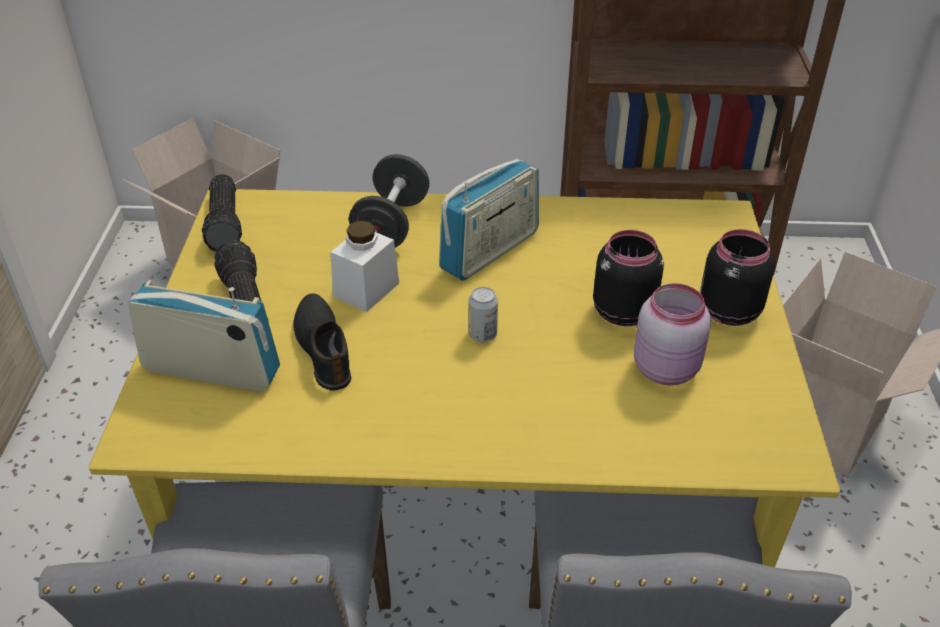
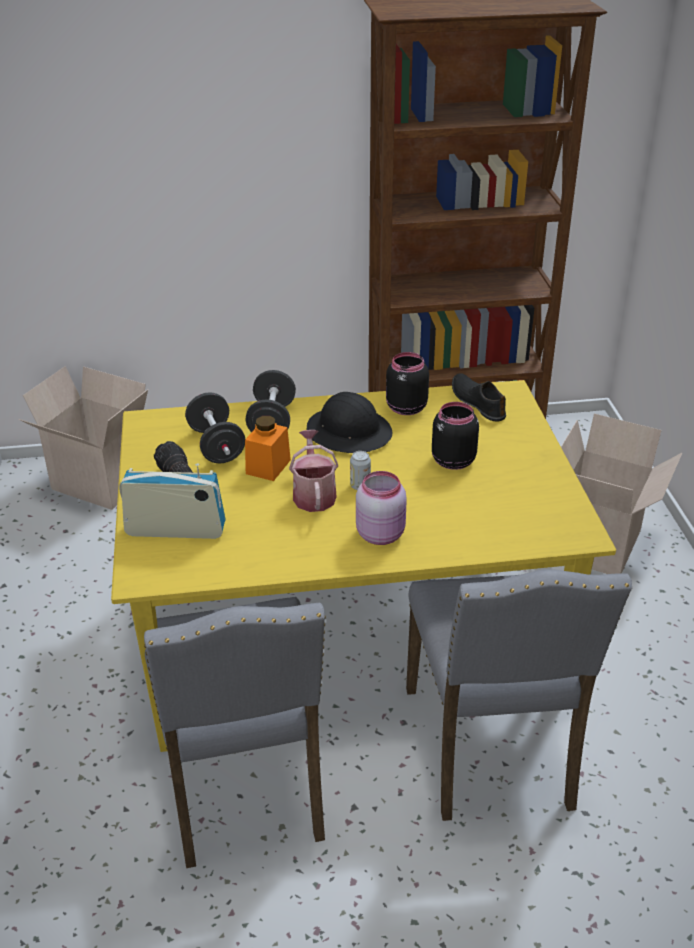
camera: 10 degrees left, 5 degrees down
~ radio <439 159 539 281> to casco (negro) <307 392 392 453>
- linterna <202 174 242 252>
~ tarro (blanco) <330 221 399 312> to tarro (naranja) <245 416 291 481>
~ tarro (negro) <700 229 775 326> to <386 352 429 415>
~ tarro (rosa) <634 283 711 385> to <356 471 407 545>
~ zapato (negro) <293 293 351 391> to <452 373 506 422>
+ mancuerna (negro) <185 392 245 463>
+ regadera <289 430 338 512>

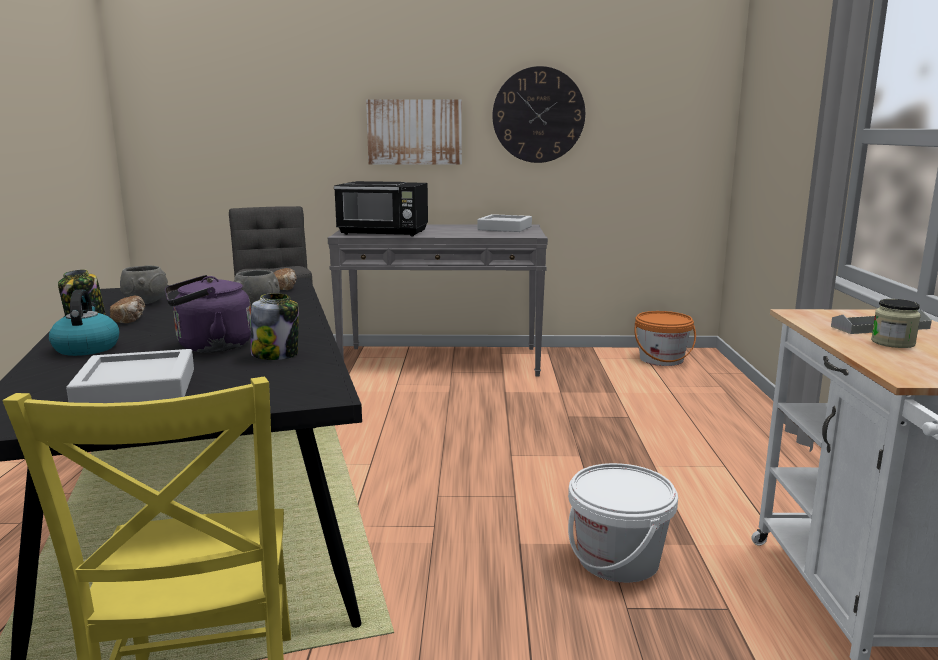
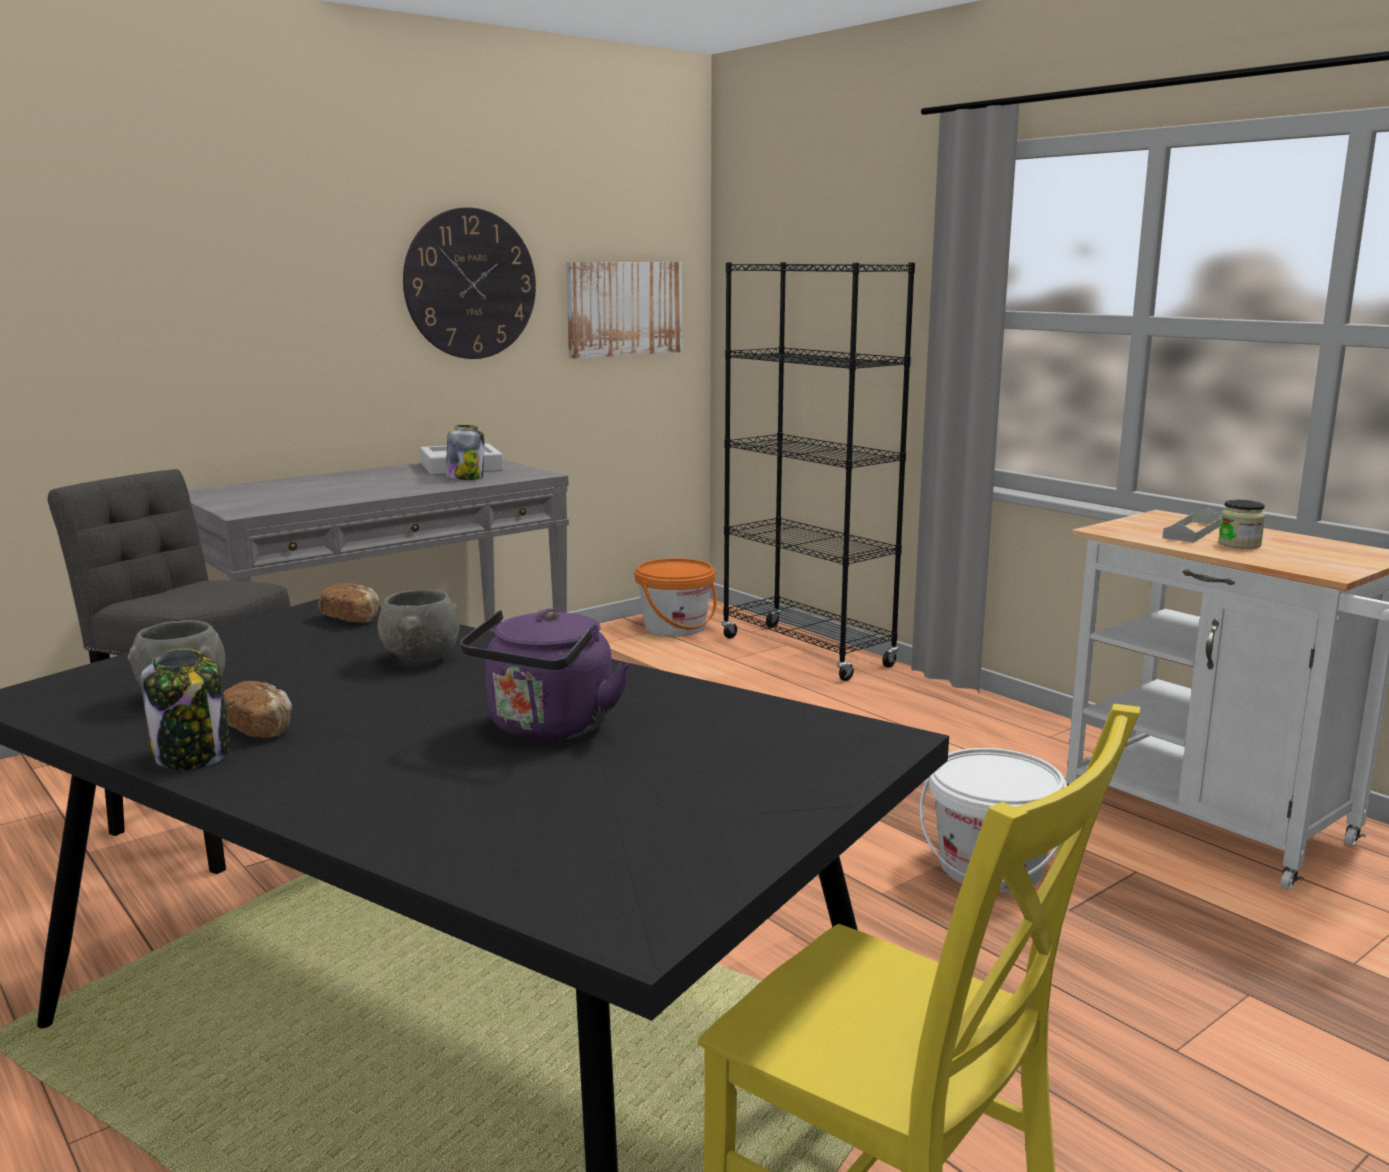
camera: 40 degrees left, 0 degrees up
~ cuadro <366 99 462 165> to <566 262 682 359>
- microondas (negro) <334 181 428 236>
- hervidor <49 289 119 356>
~ tarro <251 293 299 360> to <446 425 484 480>
- bandeja (gris) <66 349 194 403>
+ estantería (negro) <722 262 915 681>

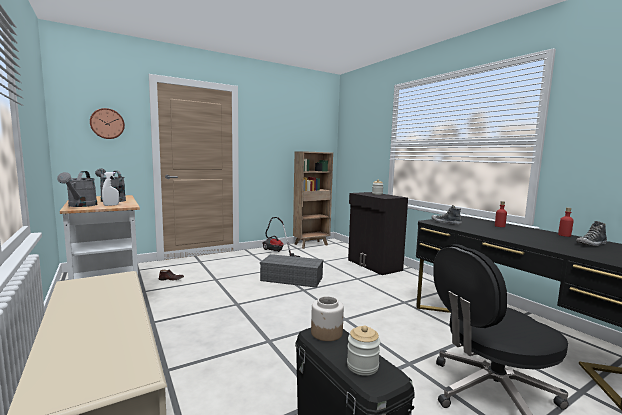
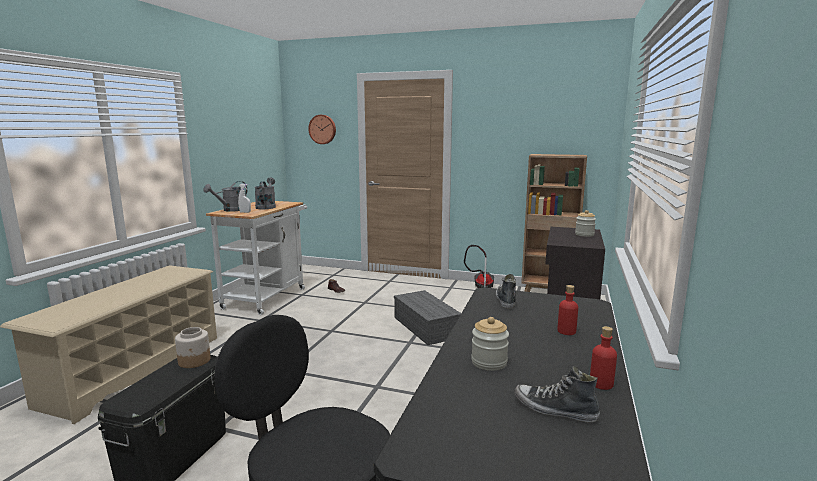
camera: 50 degrees right, 5 degrees up
~ tarro <347 325 380 376> to <471 317 509 371>

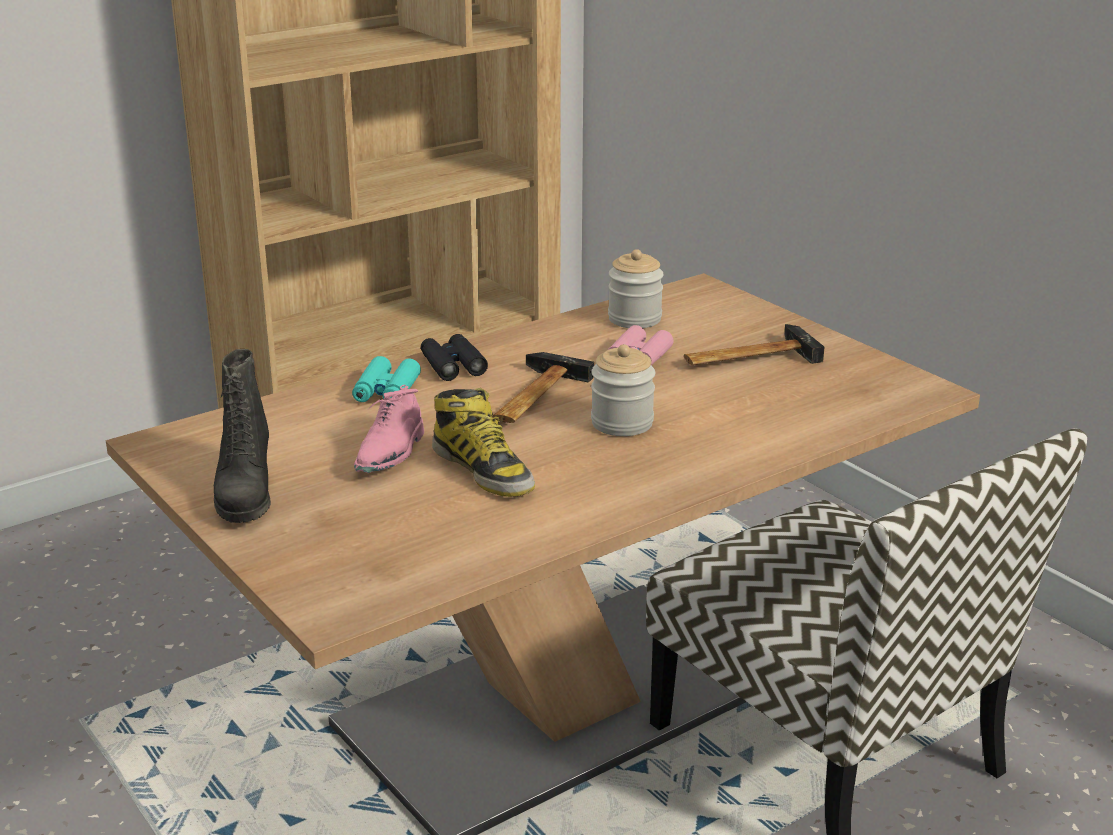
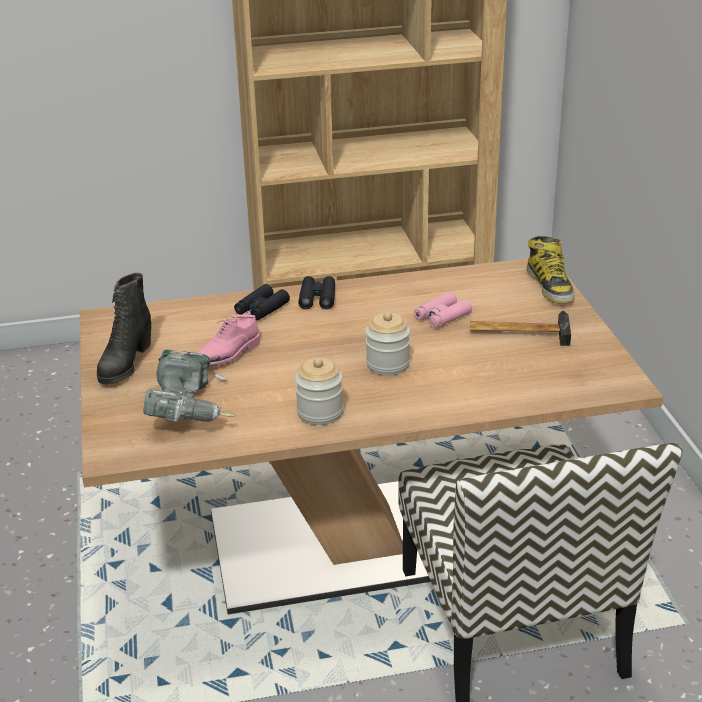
camera: 25 degrees right, 5 degrees up
~ tarro <608 249 663 328> to <295 358 343 425>
- martillo <492 352 594 423>
~ prismáticos (turquesa) <352 356 421 402> to prismáticos (negro) <234 284 290 320>
~ bota <432 388 535 497> to <526 236 575 304>
+ taladro <143 350 236 422>

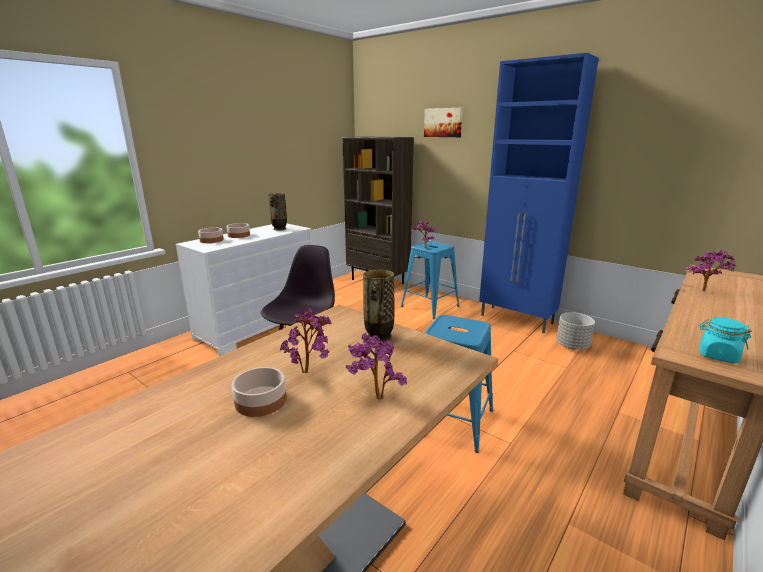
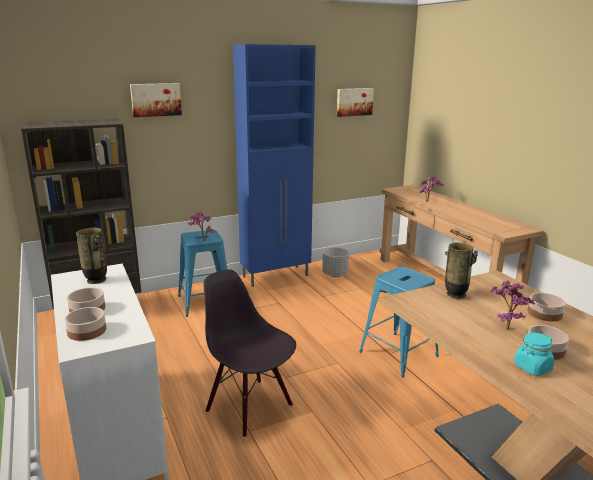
camera: 65 degrees left, 0 degrees up
~ tarro (turquesa) <700 317 752 363> to <514 333 554 376>
~ planta en maceta <346 333 407 400> to cuenco <528 293 565 321>
+ cuadro <337 88 374 117>

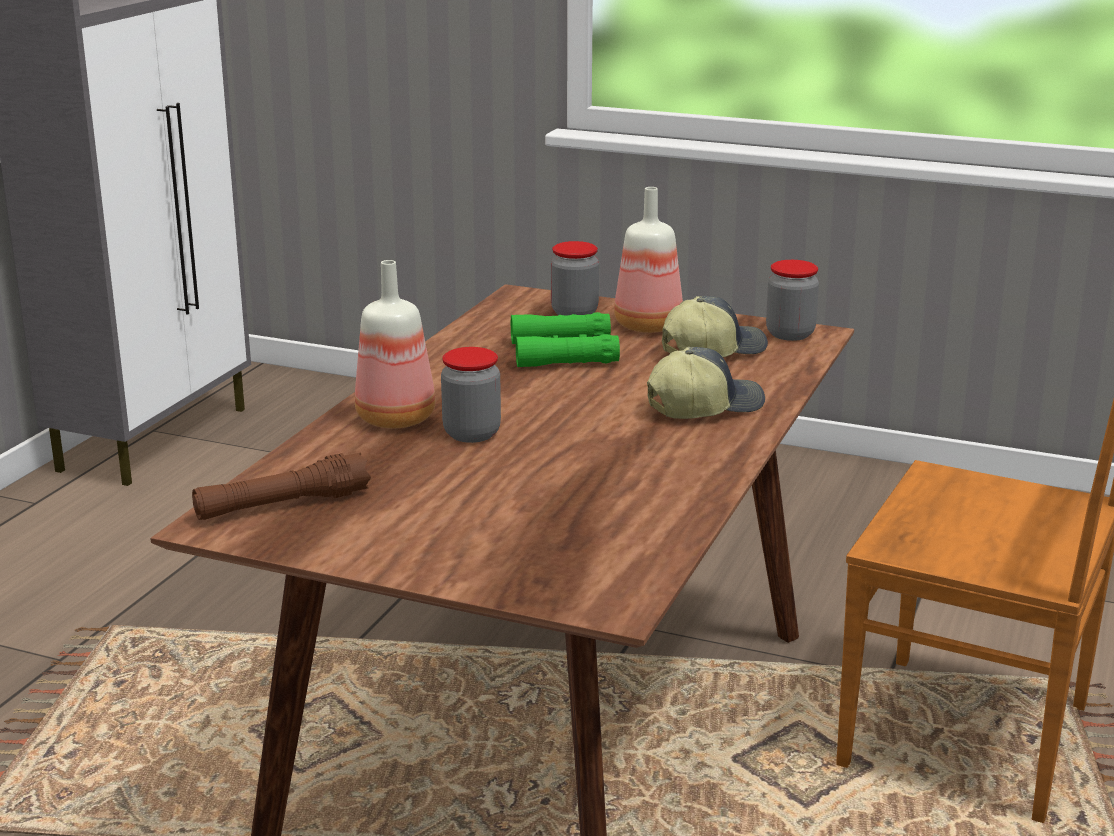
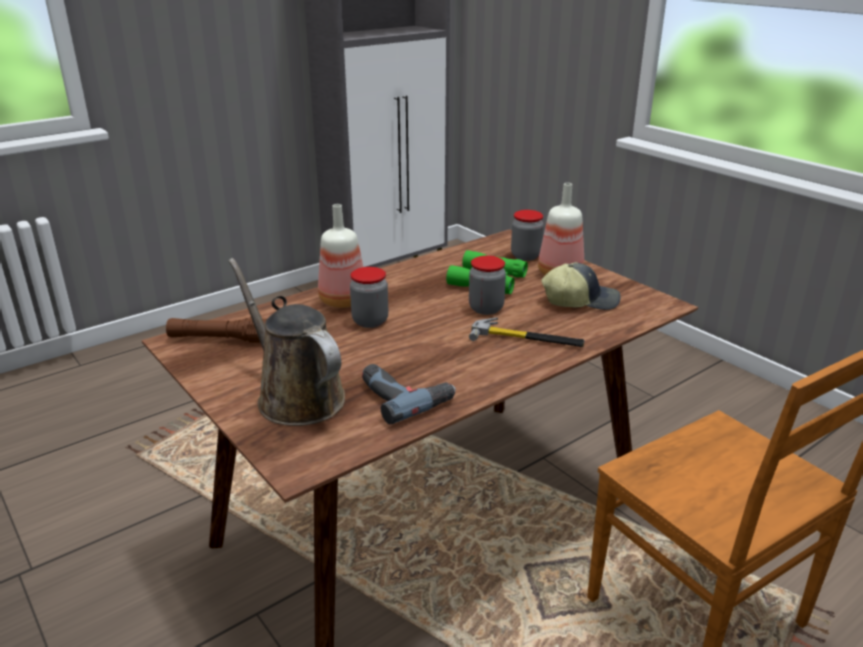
camera: 30 degrees right, 5 degrees up
~ tarro <766 260 819 341> to <469 256 506 315>
~ gorra <647 347 765 419> to martillo <469 318 585 347>
+ regadera (marrón) <229 258 345 426>
+ taladro <362 364 456 425>

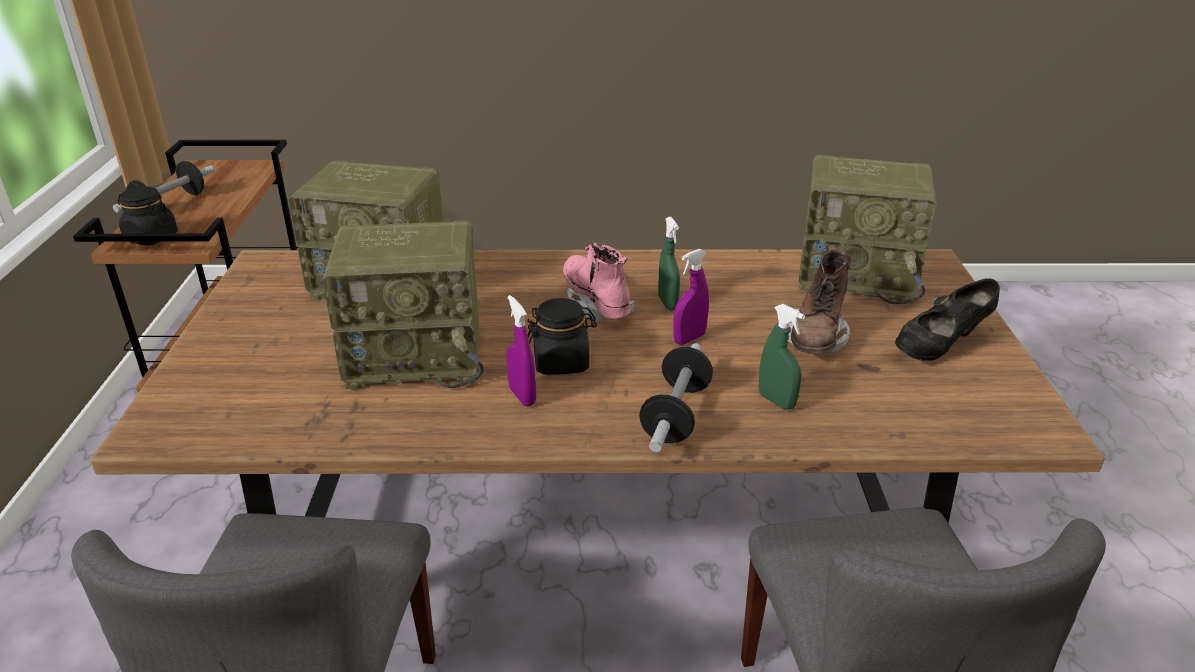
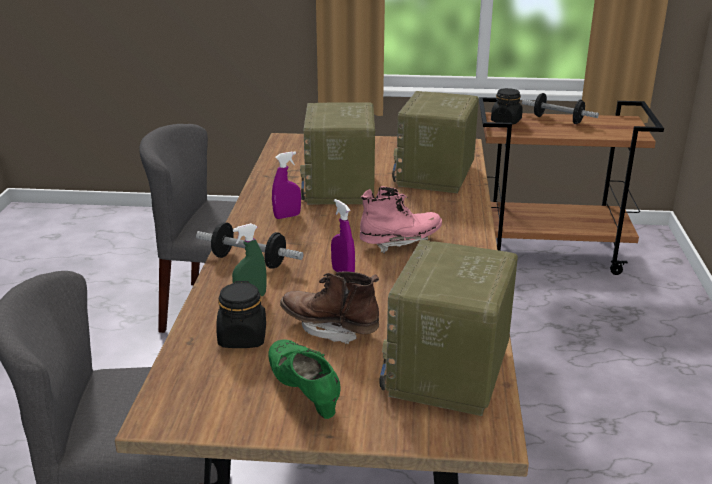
camera: 95 degrees right, 5 degrees down
- pulverizador (verde) <658 217 680 311>
~ zapato (negro) <895 278 1000 361> to zapato (verde) <268 340 341 419>
~ tarro (negro) <527 298 597 375> to <216 281 266 348>

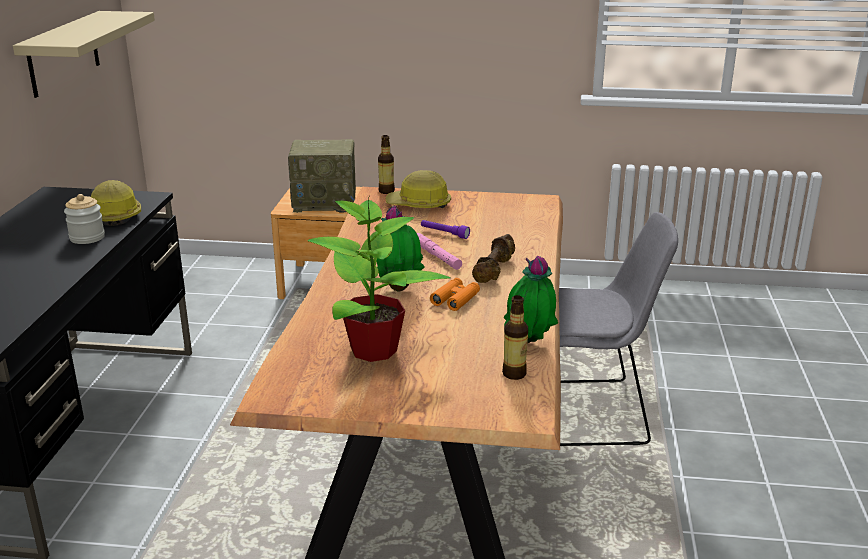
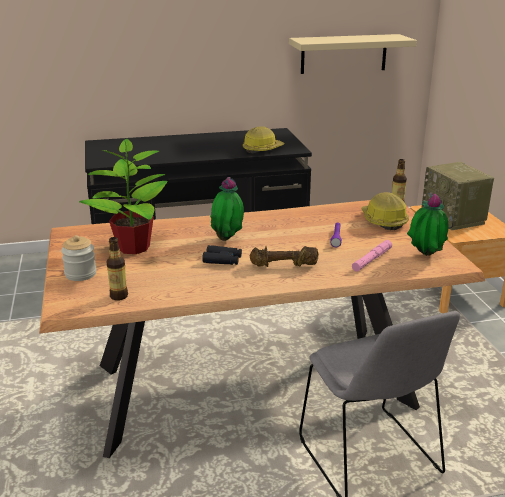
camera: 70 degrees right, 0 degrees up
~ tarro <64 194 105 244> to <61 235 97 281>
~ linterna (rosa) <417 233 462 270> to <352 240 392 272>
~ planta en maceta <503 256 558 343> to <407 193 448 256>
~ prismáticos (naranja) <430 278 480 311> to prismáticos (negro) <202 245 242 265>

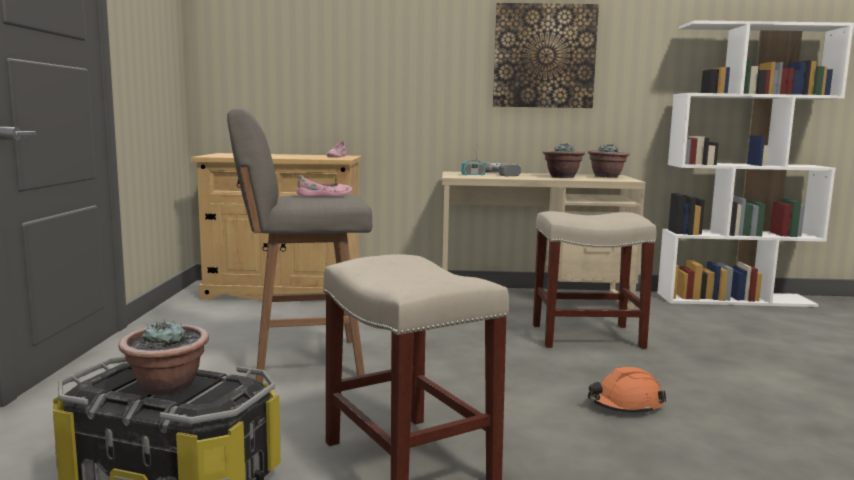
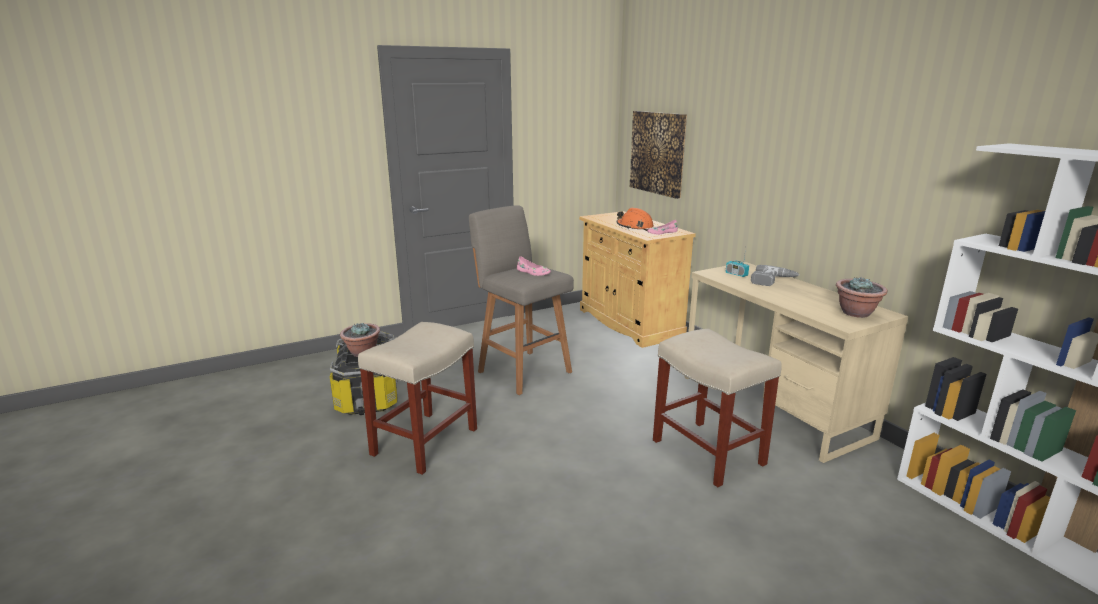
camera: 60 degrees right, 10 degrees up
~ cuadro <493 3 599 108> to <630 111 687 199>
- planta en maceta <543 143 585 178>
~ casco (naranja) <588 367 666 414> to <617 208 654 231>

